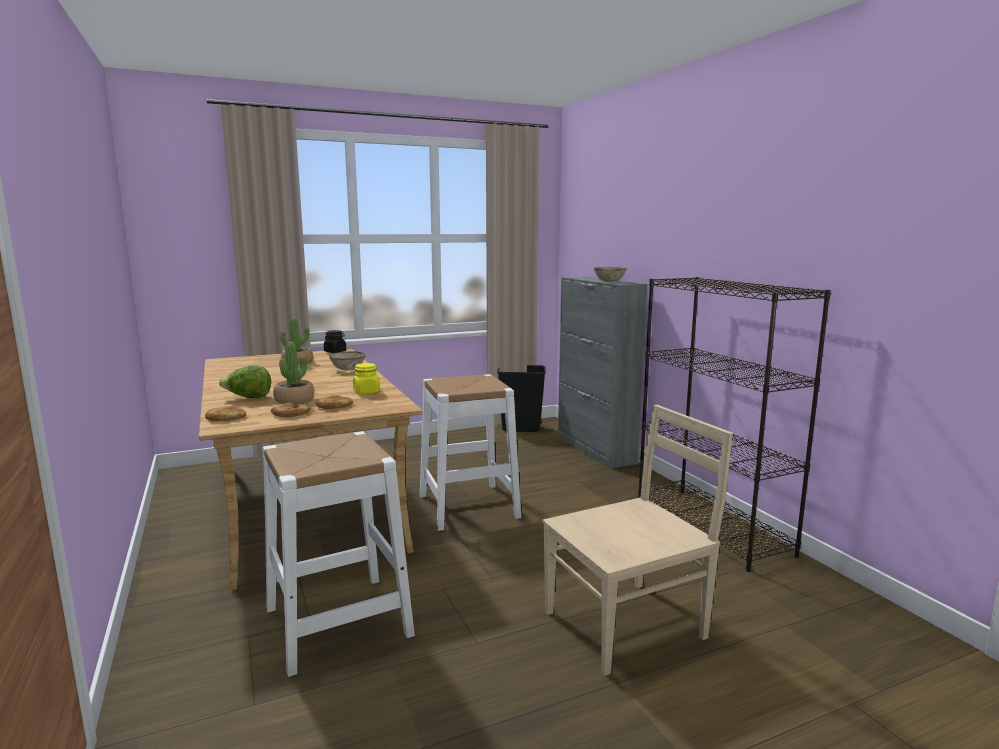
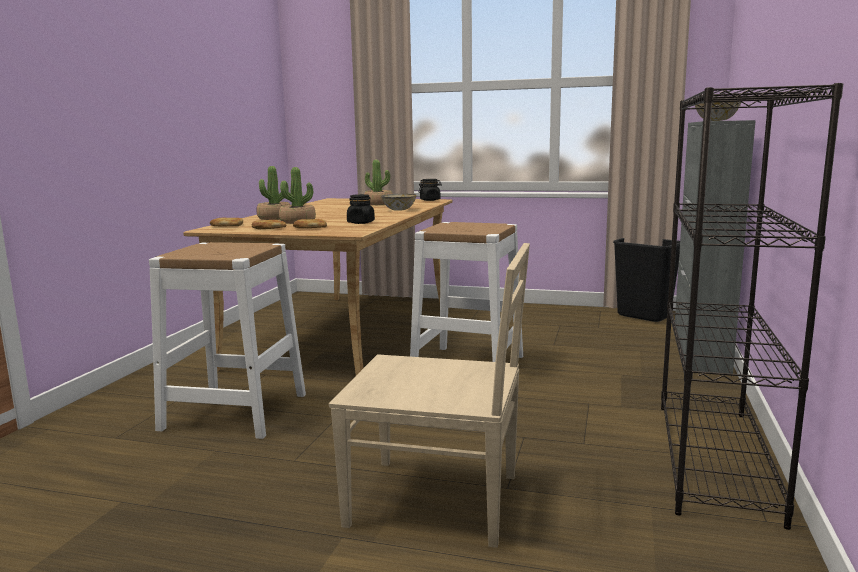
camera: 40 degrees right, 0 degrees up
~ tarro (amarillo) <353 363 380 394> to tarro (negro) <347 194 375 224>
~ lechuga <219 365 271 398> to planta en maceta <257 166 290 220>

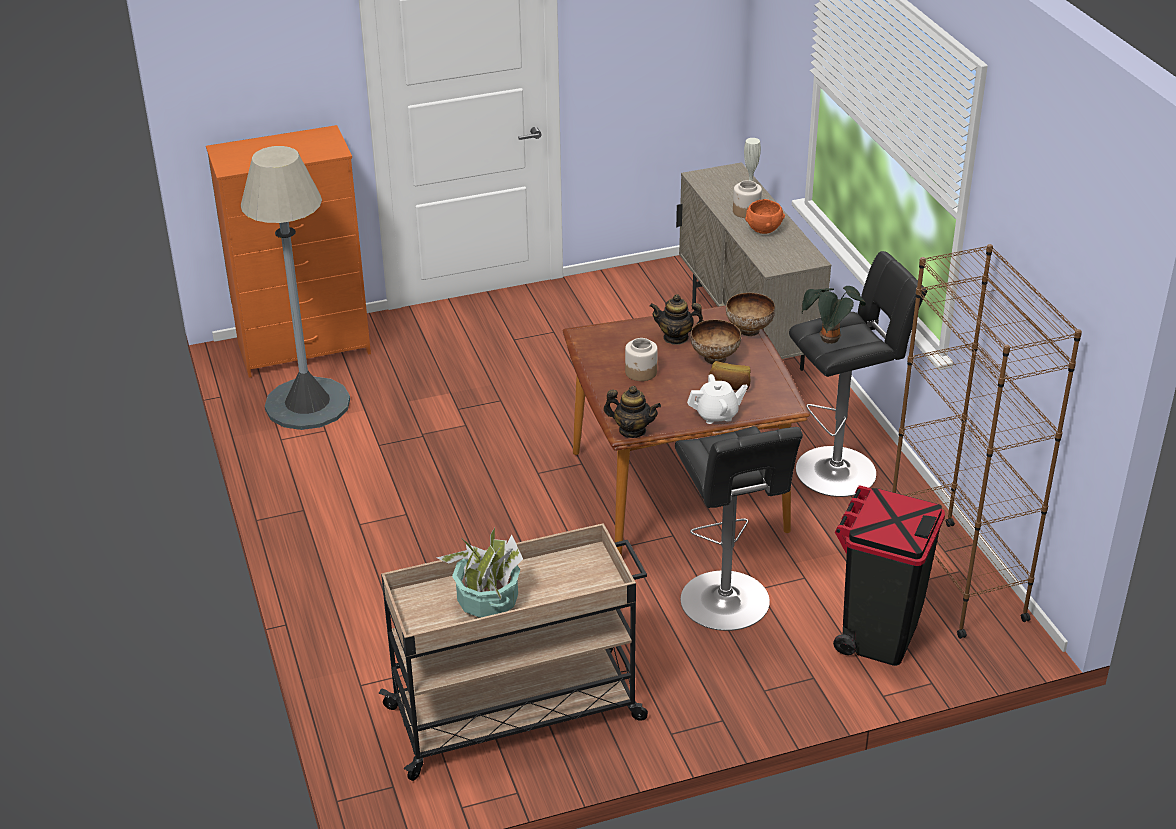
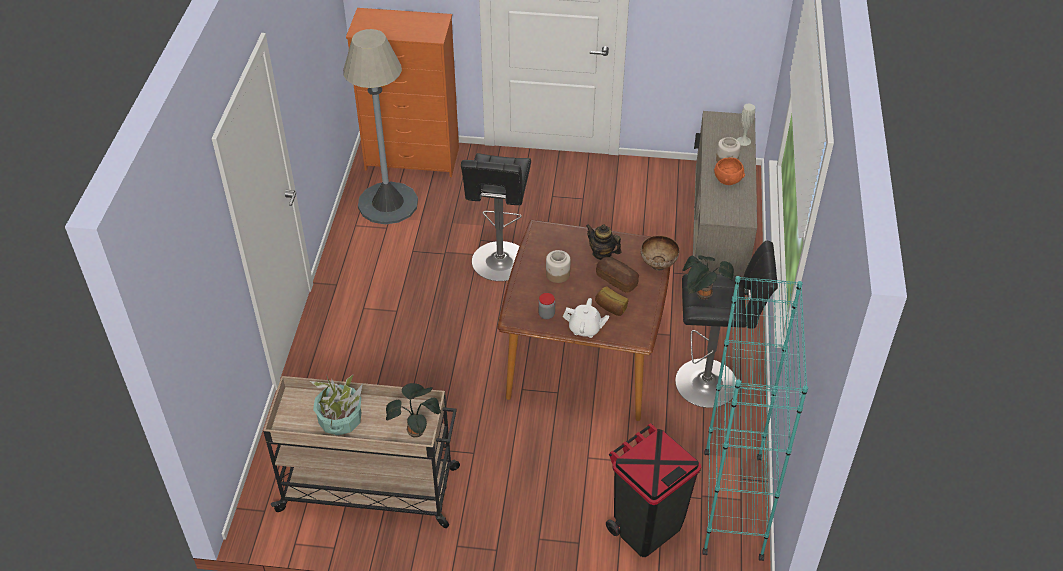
camera: 25 degrees right, 10 degrees up
~ estantería (marrón) <892 244 1082 639> to estantería (turquesa) <702 276 808 561>
~ cuenco <690 320 741 364> to pan <596 257 639 293>
- tetera <603 386 661 438>
~ taburete (negro) <675 426 803 631> to <461 153 531 281>
+ tarro <538 293 555 319>
+ planta en maceta <386 383 441 437>

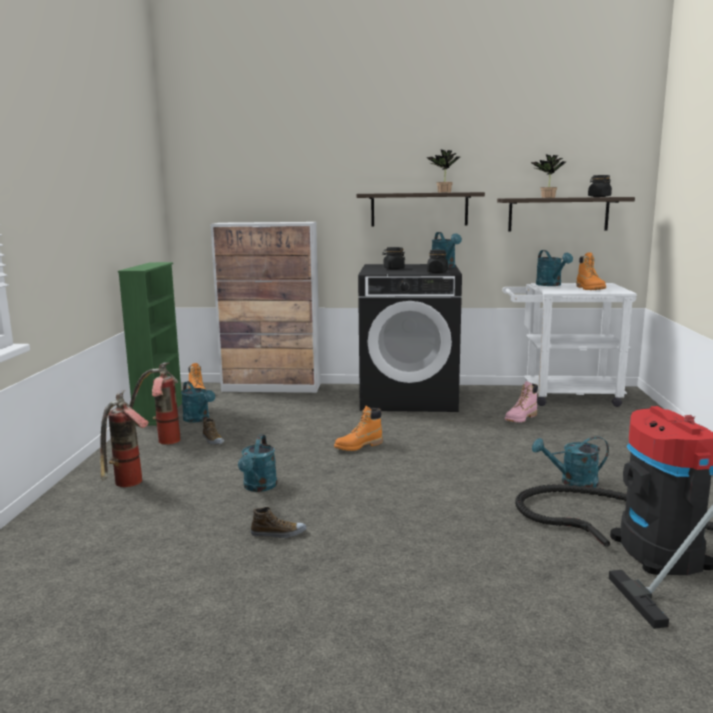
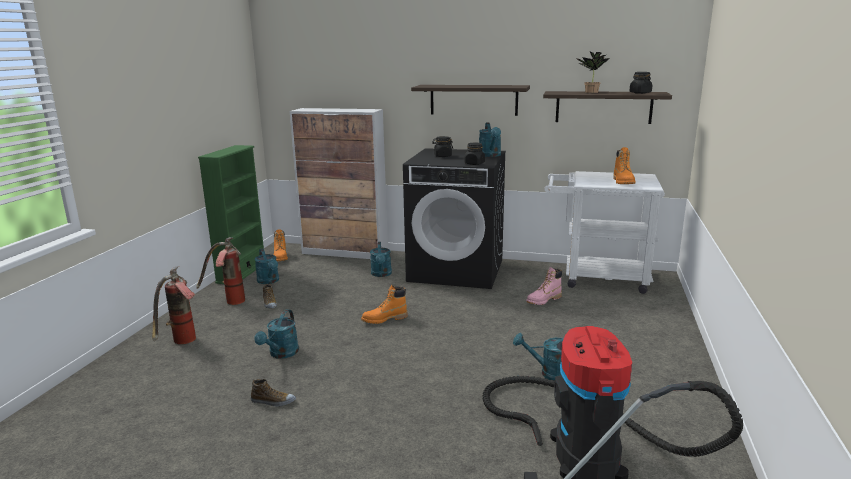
camera: 10 degrees right, 5 degrees up
- planta en maceta <426 149 460 193>
~ regadera (turquesa) <536 250 573 286> to <370 242 392 277>

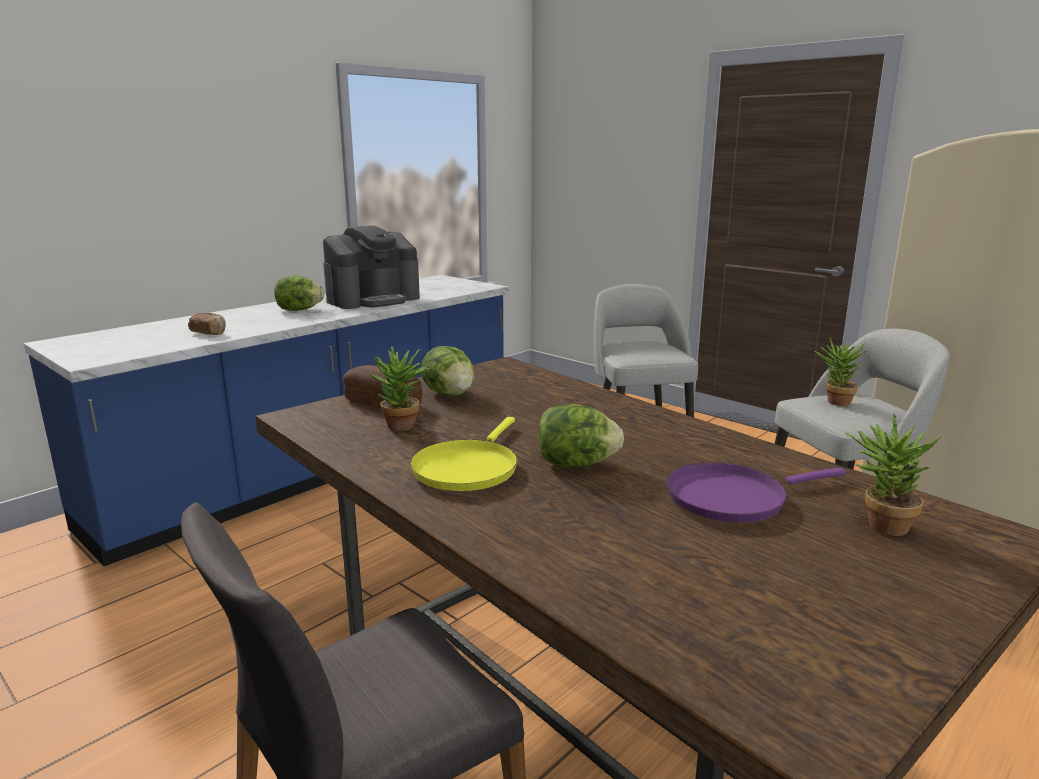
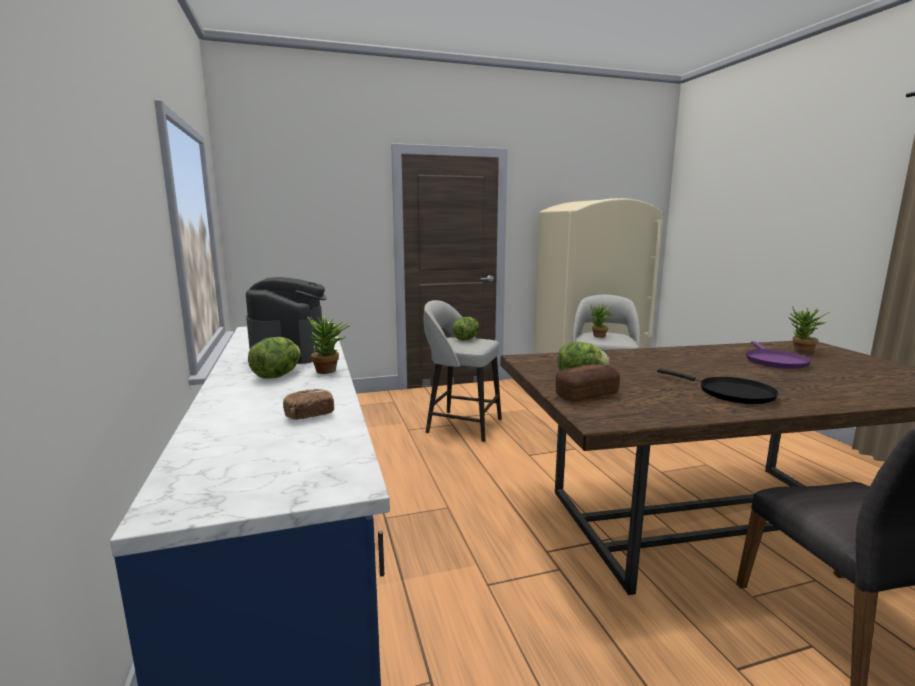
camera: 60 degrees left, 5 degrees down
~ planta en maceta <369 346 431 431> to <308 315 350 374>
~ lechuga <538 404 624 467> to <452 317 479 340>
~ sartén (amarillo) <410 417 518 491> to sartén (negro) <657 369 779 404>

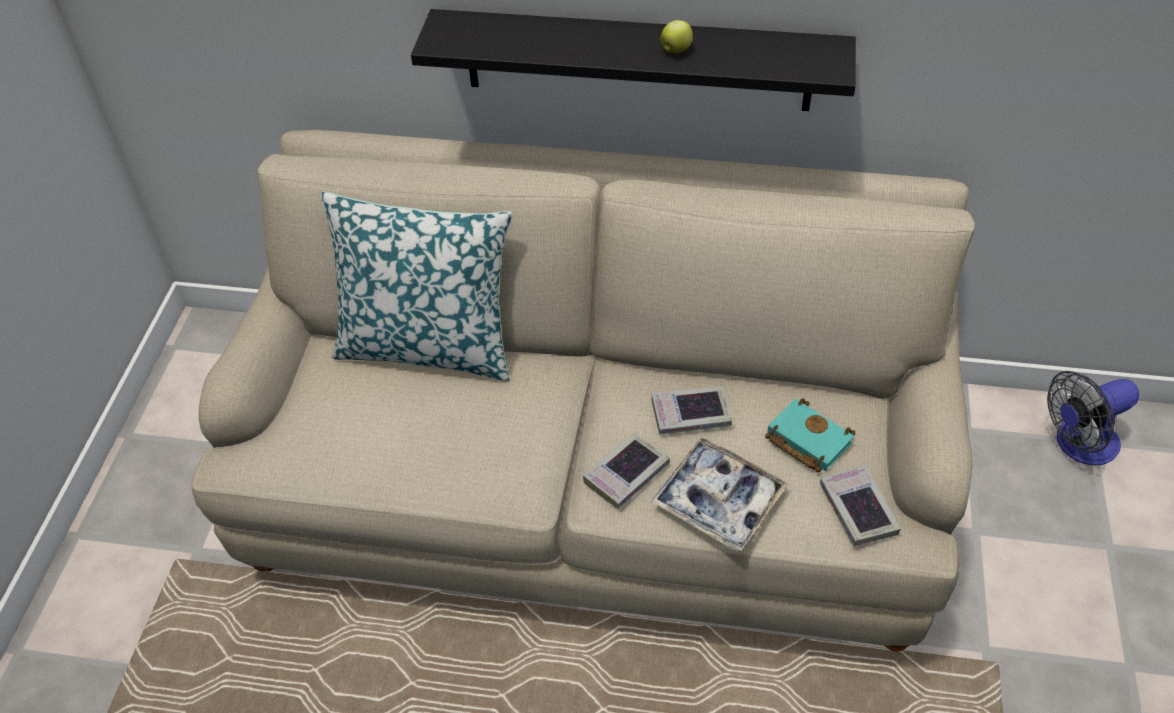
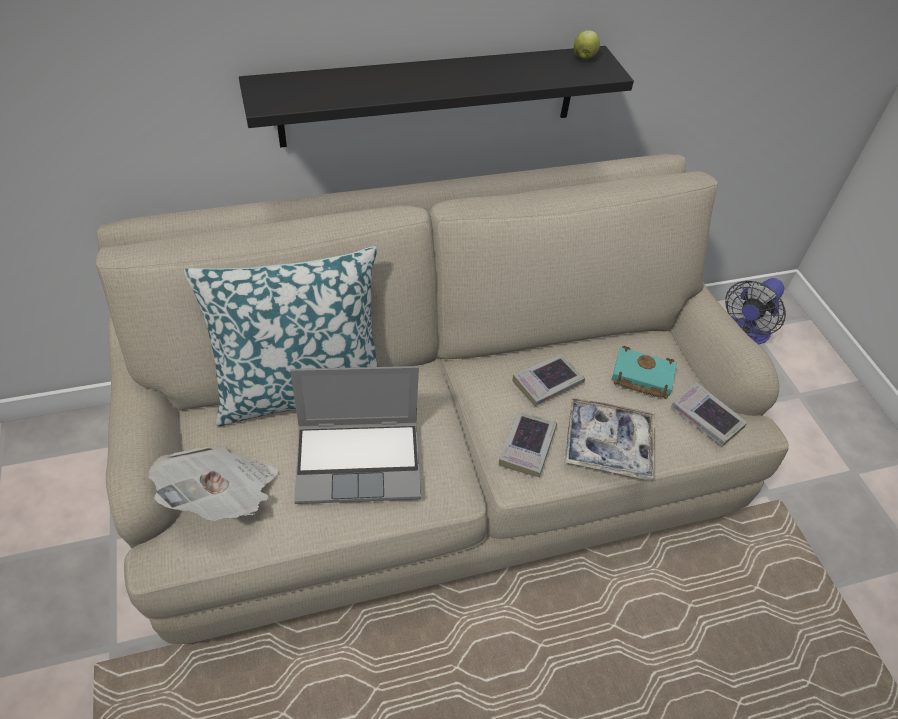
camera: 30 degrees left, 0 degrees up
~ manzana <660 20 693 53> to <574 30 600 59>
+ portátil <290 366 421 504>
+ periódico <148 445 279 521>

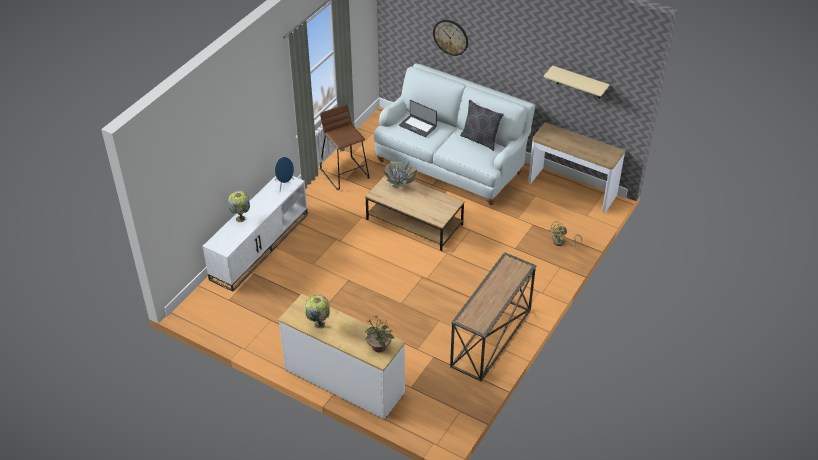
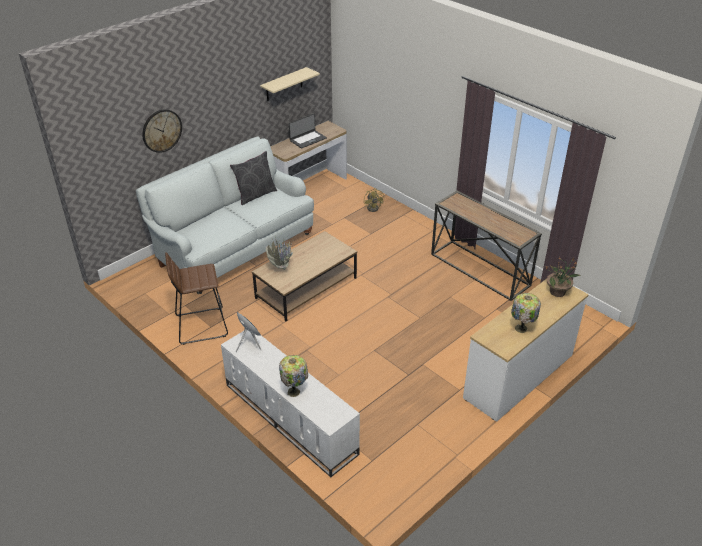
camera: 75 degrees left, 5 degrees down
~ portátil <399 100 437 137> to <289 114 327 148>

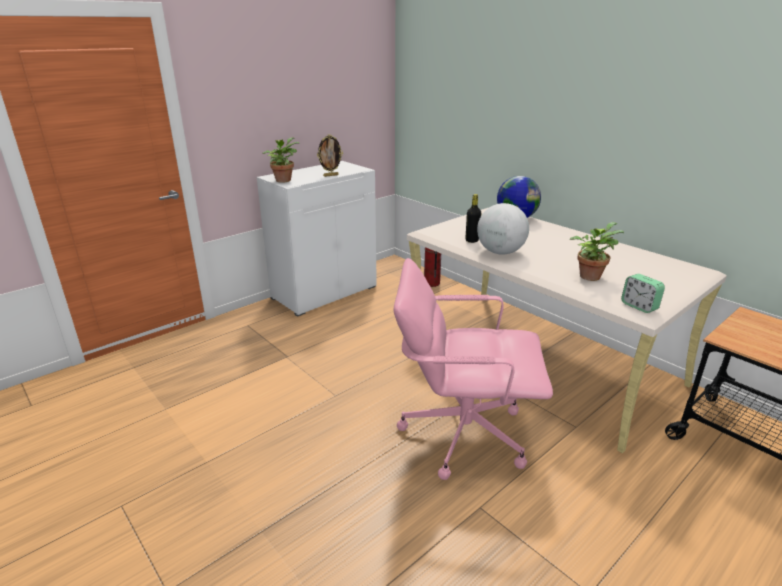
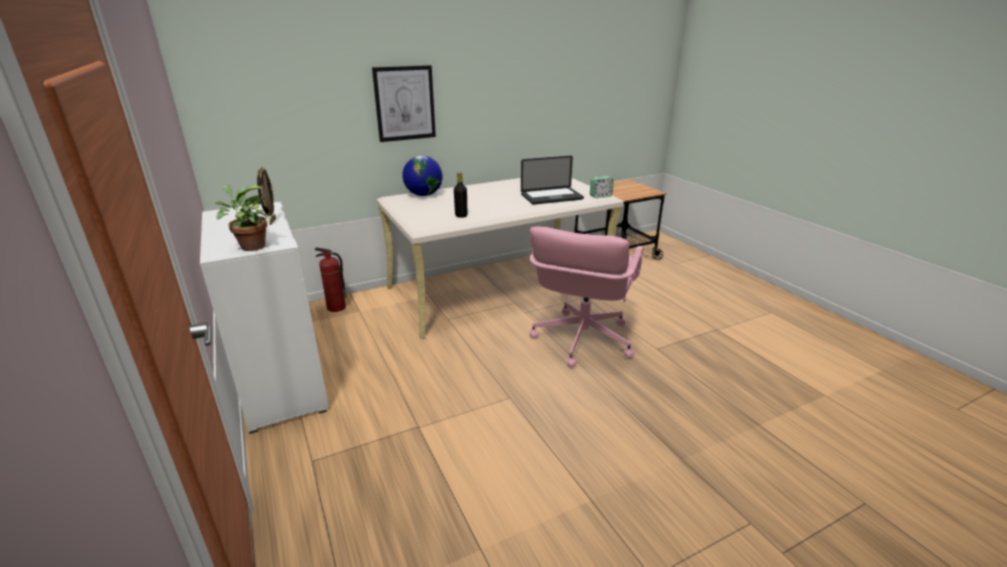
camera: 75 degrees left, 0 degrees up
- globo terráqueo <477 203 529 255>
~ planta en maceta <570 222 624 281> to portátil <521 156 584 205>
+ cuadro <372 65 436 142>

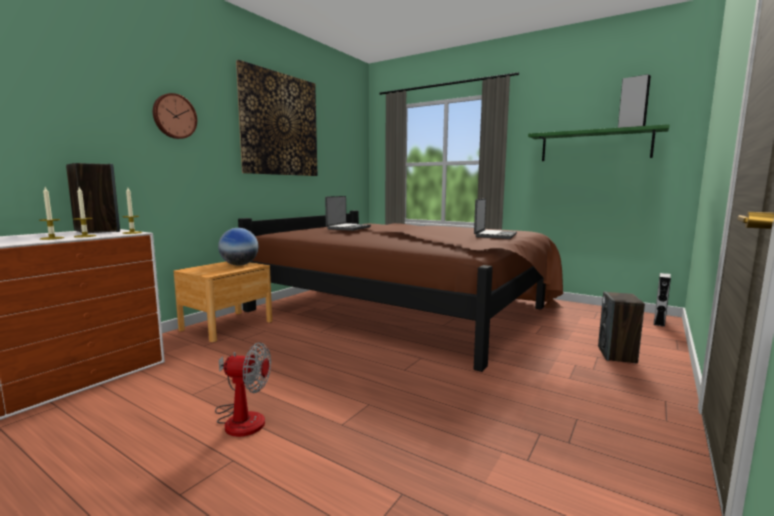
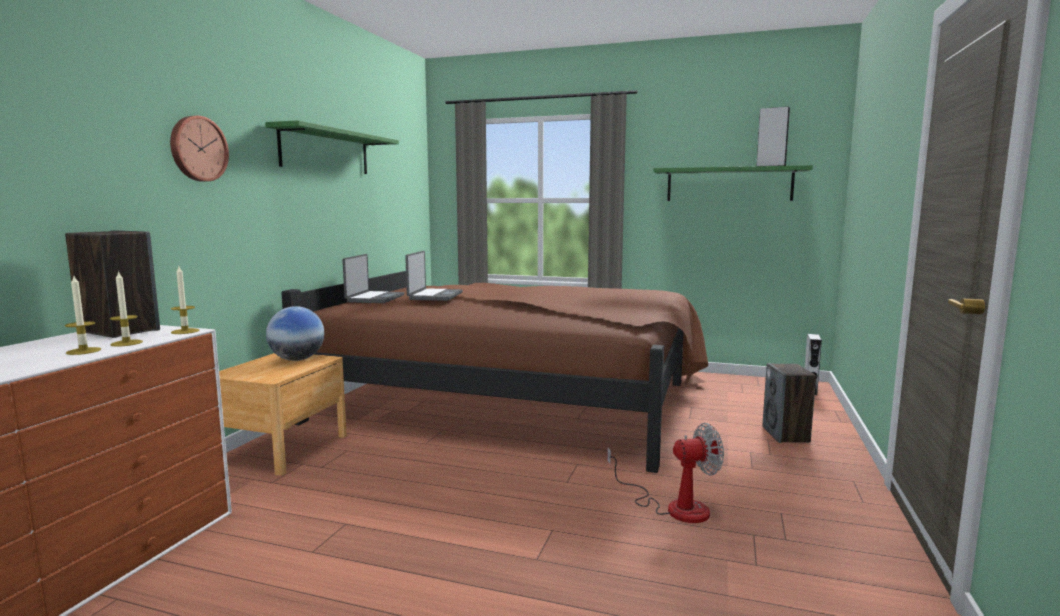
camera: 15 degrees left, 0 degrees up
~ cuadro <236 60 318 176> to estante (verde) <265 120 399 174>
~ portátil <474 198 517 239> to <342 254 404 303>
~ ventilador <215 342 271 437> to <607 423 724 523>

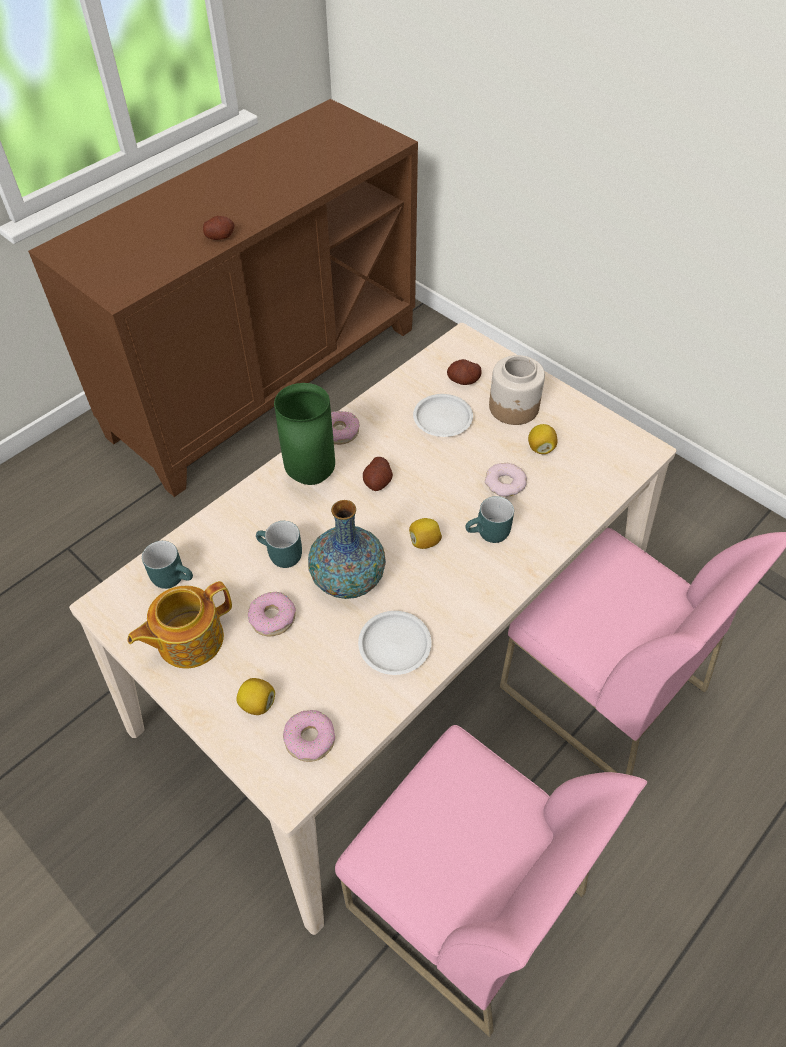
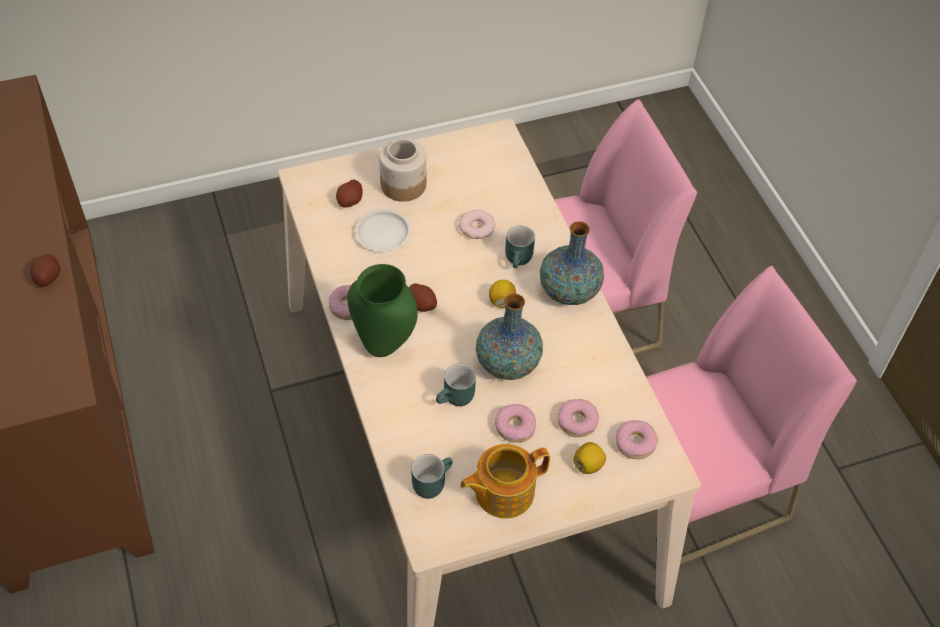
camera: 65 degrees left, 0 degrees up
- limón <528 424 558 454>
~ tetera <127 581 232 668> = <460 444 550 519> 75 degrees clockwise
- plato (blanco) <358 611 431 675>
+ florero <540 221 604 305>
+ rosquilla <558 399 599 437>

